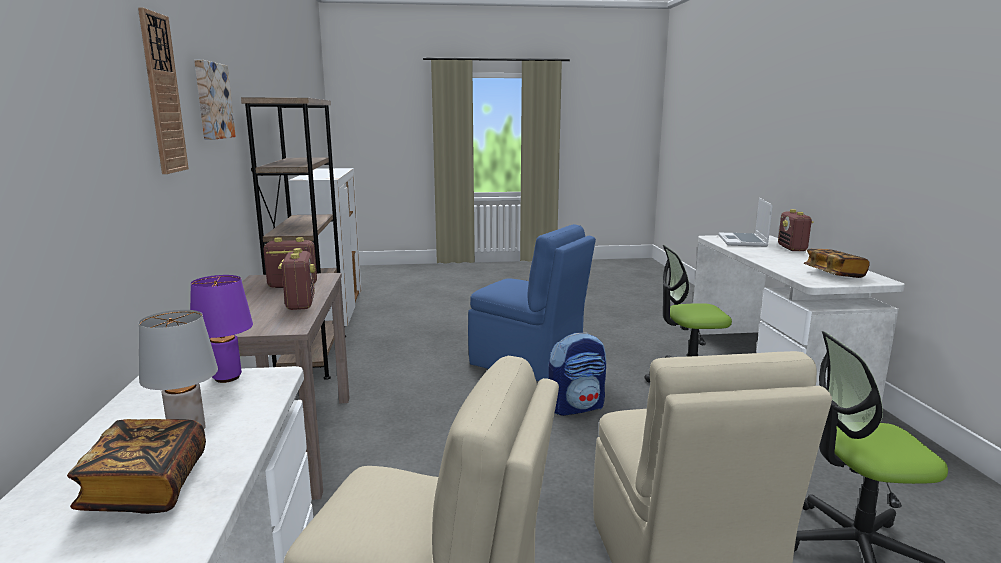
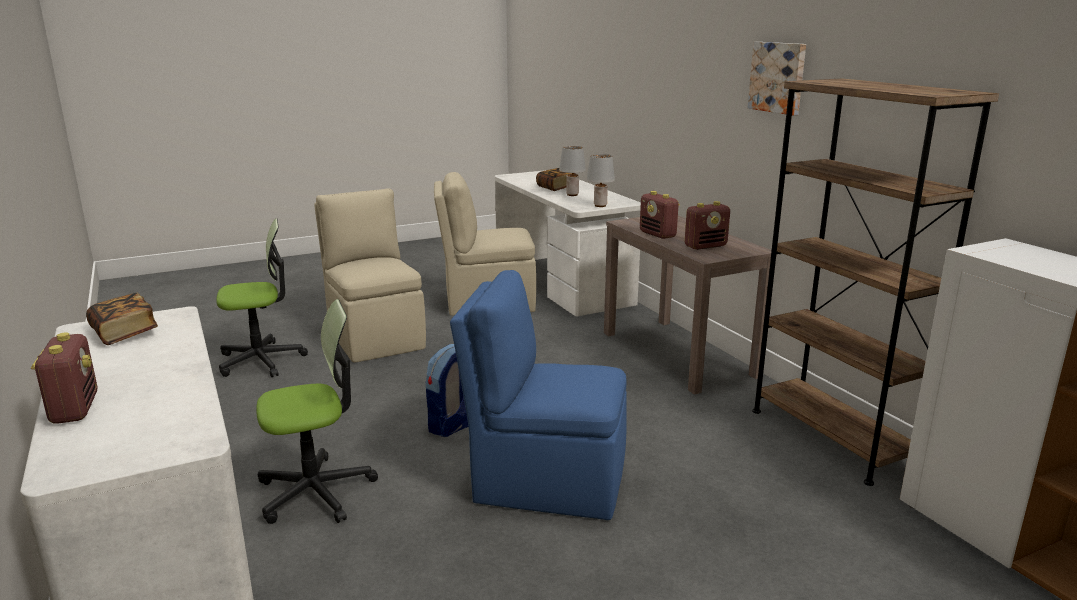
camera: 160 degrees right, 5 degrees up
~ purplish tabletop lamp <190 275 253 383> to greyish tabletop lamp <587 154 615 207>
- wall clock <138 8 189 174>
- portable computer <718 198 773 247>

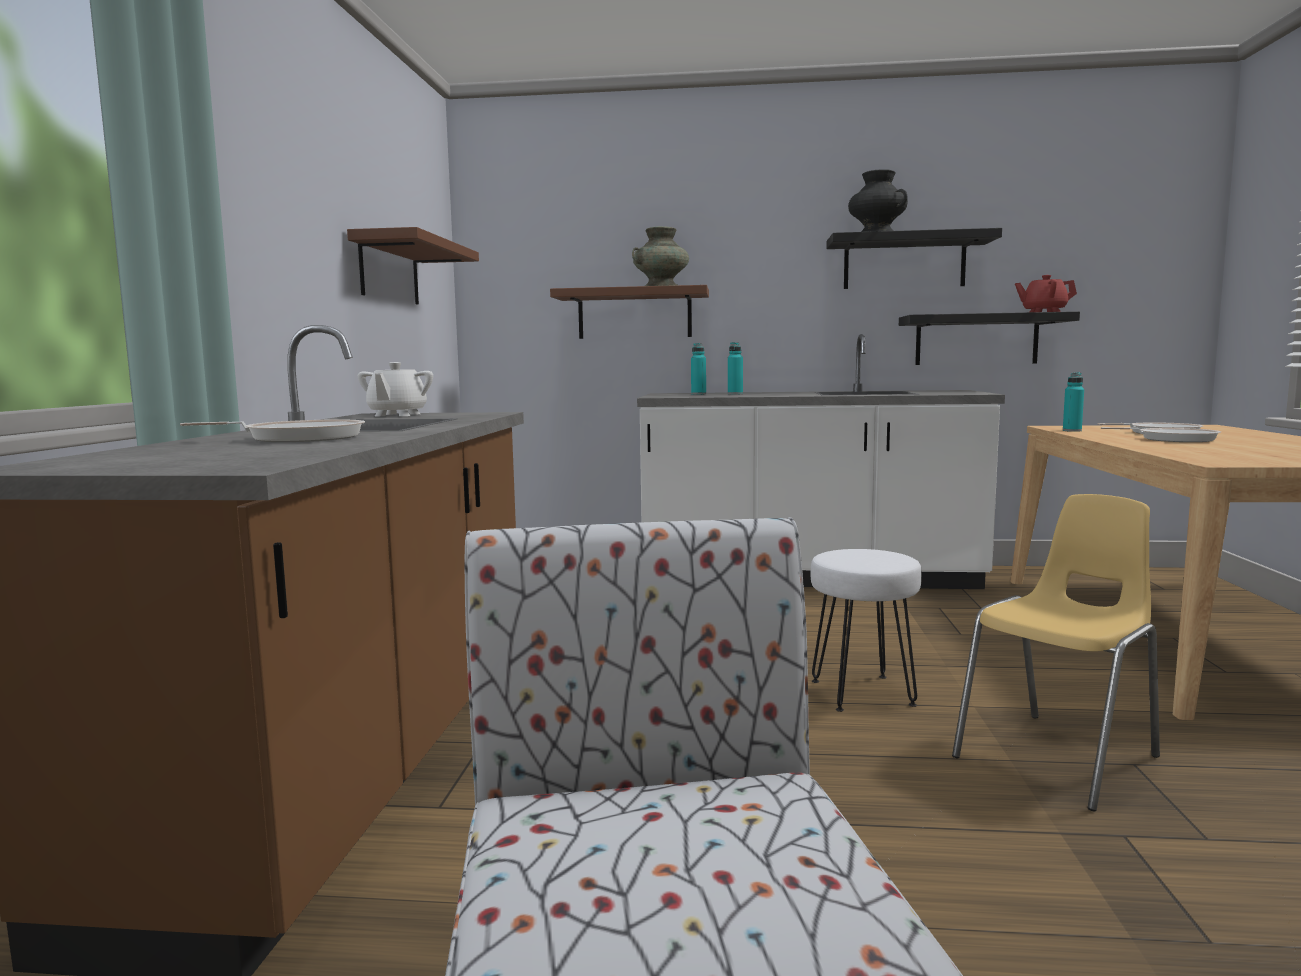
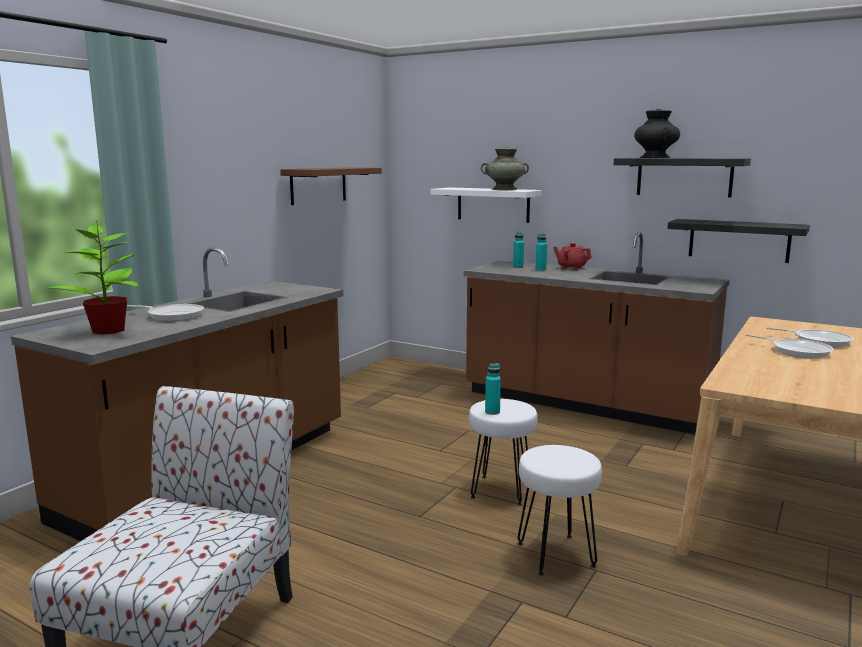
camera: 25 degrees right, 5 degrees up
+ potted plant <48 221 139 335>
~ brown wall shelf <550 285 709 339> to white-coloured wall shelf <430 187 542 223>
~ white-coloured counter <637 334 1005 589> to brown counter <464 232 730 434>
~ blue-green beverage bottle <1063 372 1084 432> to <485 363 501 415>
~ yellowish upright chair <952 494 1160 812> to white-coloured sitting stool <518 445 602 576>
~ red-coloured pot for tea <1015 275 1077 312> to <553 243 592 270>
- white-coloured pot for tea <358 362 433 416>

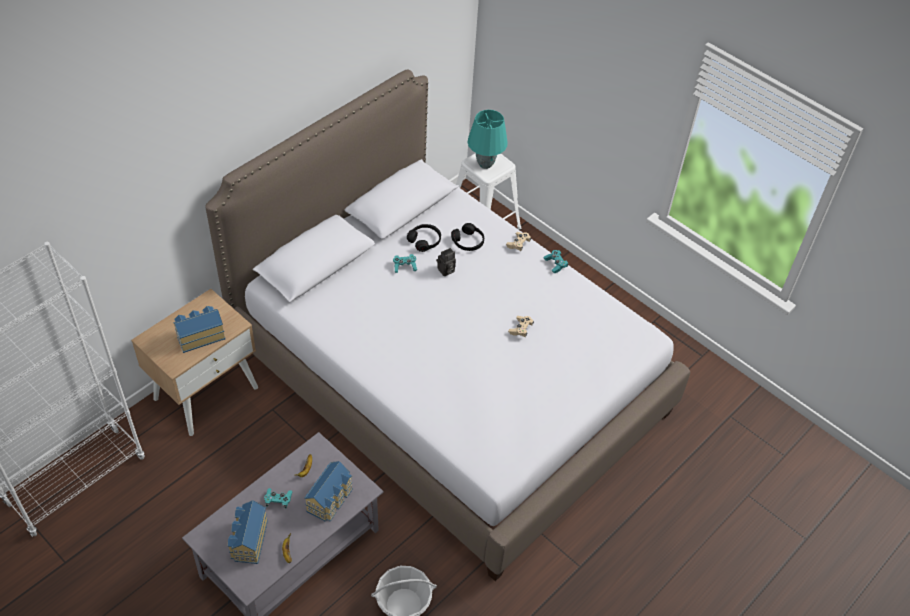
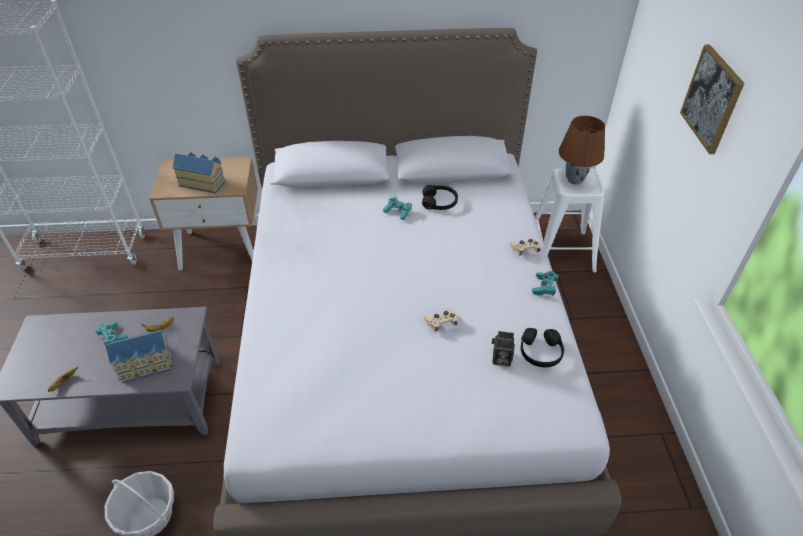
camera: 45 degrees right, 5 degrees down
~ photo camera <436 248 456 276> to <492 331 515 367>
~ blackish headset <451 223 484 251> to <521 328 564 367>
~ blue-green tabletop lamp <468 110 508 169> to brown tabletop lamp <559 116 605 185>
+ picture <680 44 745 154>
- model house <227 500 268 564>

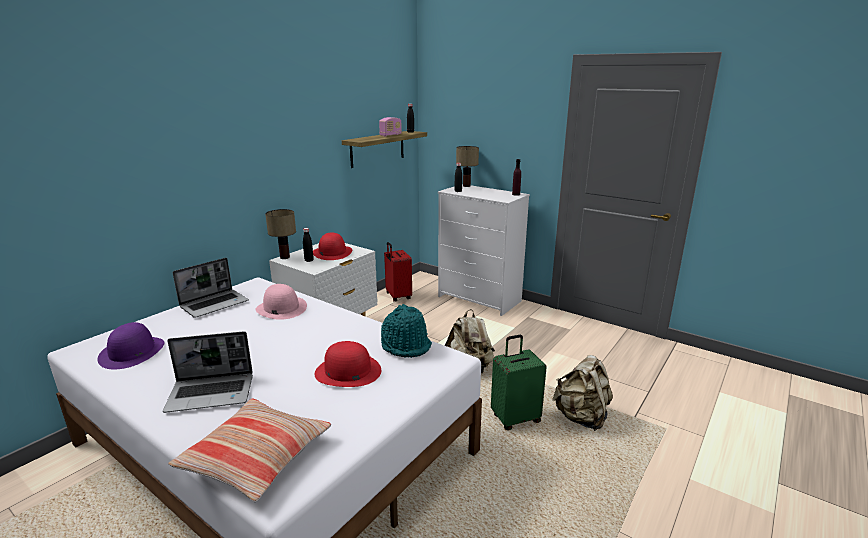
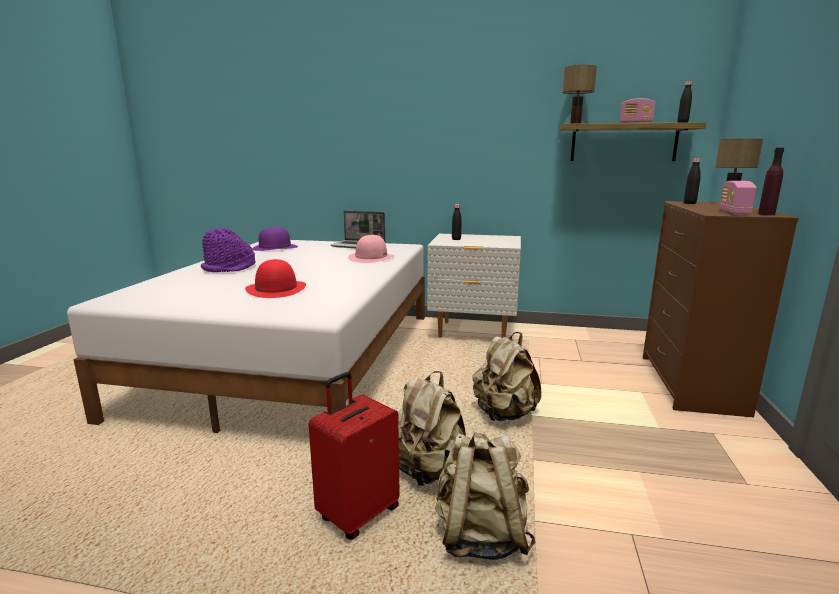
camera: 65 degrees right, 5 degrees down
~ portable computer <163 331 253 413> to purplish clothing hat <201 228 255 272>
~ red-coloured travel case <384 242 412 302> to <308 372 400 540>
~ green-coloured travel case <491 335 547 430> to beige-coloured rucksack <398 371 466 486>
~ tabletop lamp <265 209 296 259> to <563 65 597 124>
~ white-coloured chest of drawers <438 184 530 316> to brown chest of drawers <643 201 799 418>
+ radio <719 181 756 215>
- throw pillow <168 398 331 502>
- red-coloured clothing hat <313 232 352 260>
- blue-green clothing hat <381 304 432 358>

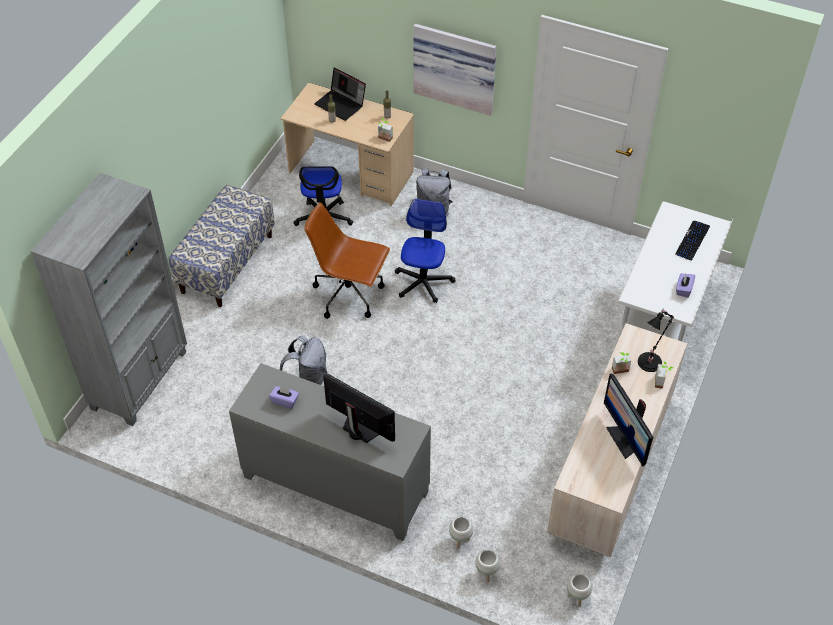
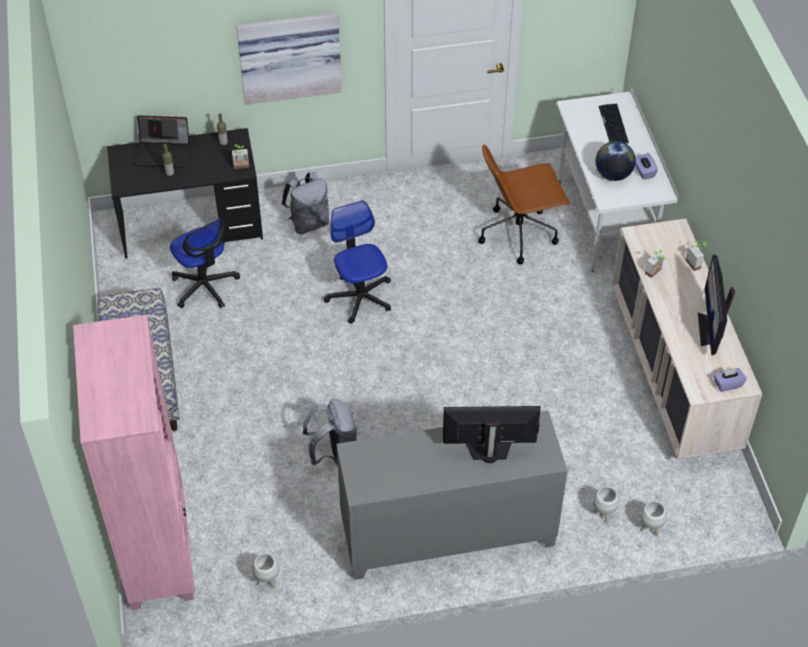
camera: 35 degrees left, 0 degrees up
~ greyish shelving unit <31 173 187 426> to pinkish shelving unit <73 315 195 610>
~ beige-coloured desk unit <281 82 414 206> to blackish desk unit <107 128 263 259>
~ white-coloured plant pot <567 574 592 607> to <252 553 279 588>
~ brown office chair <305 203 390 319> to <478 144 570 264>
+ desk globe <596 141 636 181>
~ computer display <604 374 653 466> = <698 254 735 355> 60 degrees clockwise
~ purplish tissue box <269 386 299 409> to <713 368 747 392>
- blackish tabletop lamp <638 309 674 372>

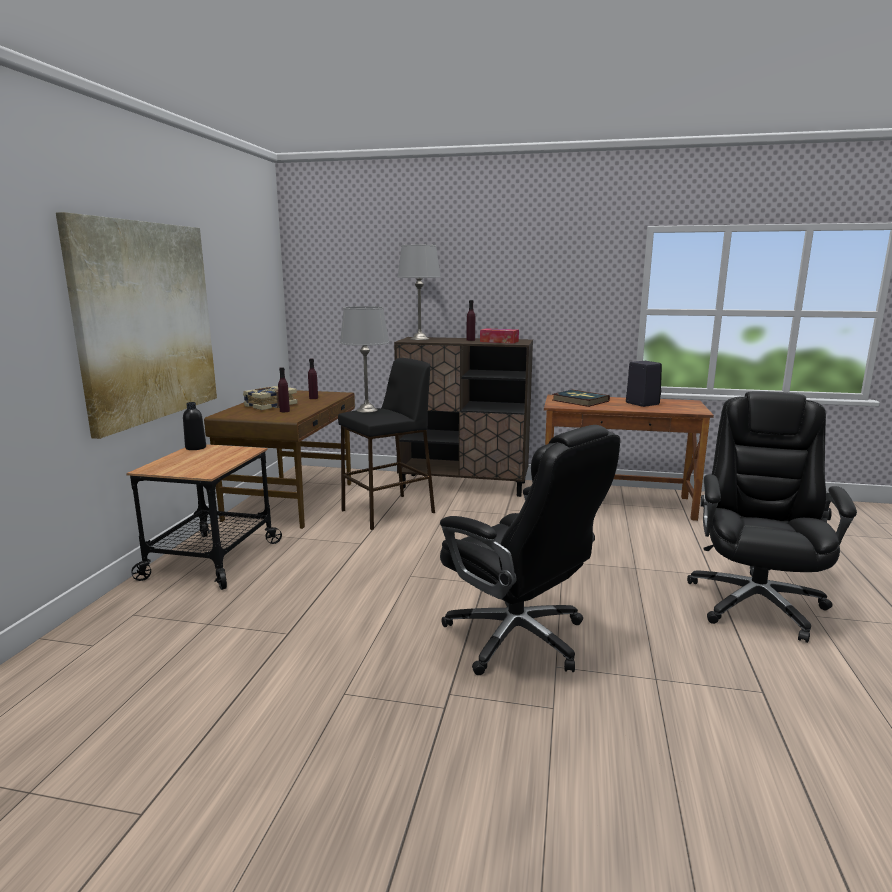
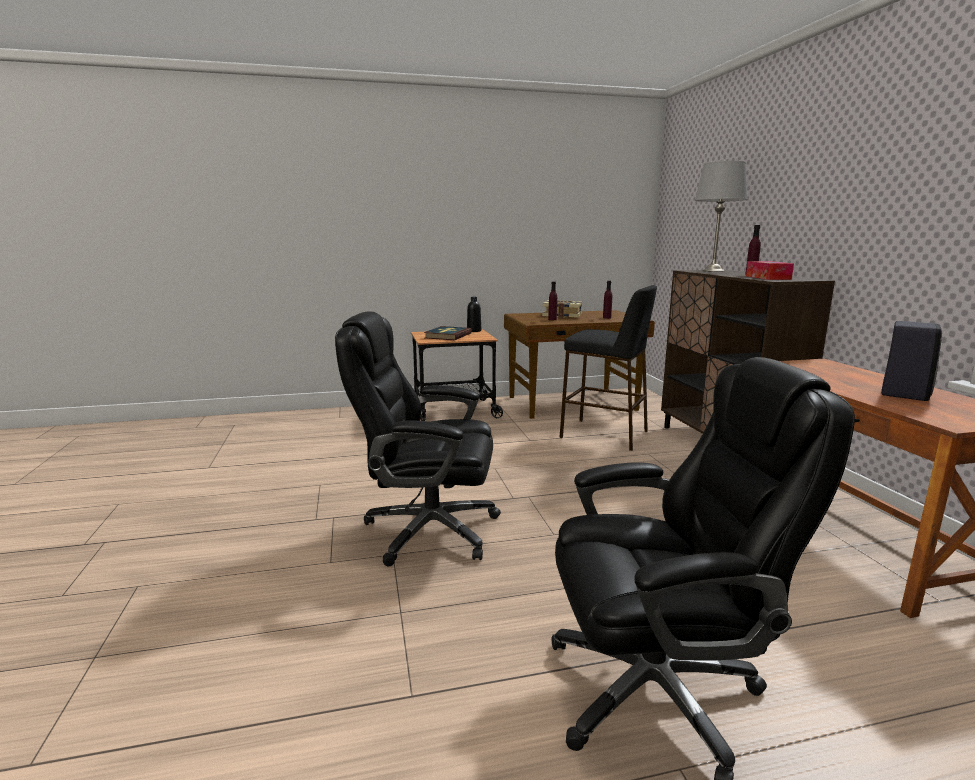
camera: 65 degrees right, 0 degrees up
~ blackish office chair <440 425 620 675> = <335 311 501 566> 75 degrees clockwise
~ bound book <552 390 610 407> to <424 326 472 340>
- picture <56 212 217 439>
- greyish tabletop lamp <340 306 389 413>

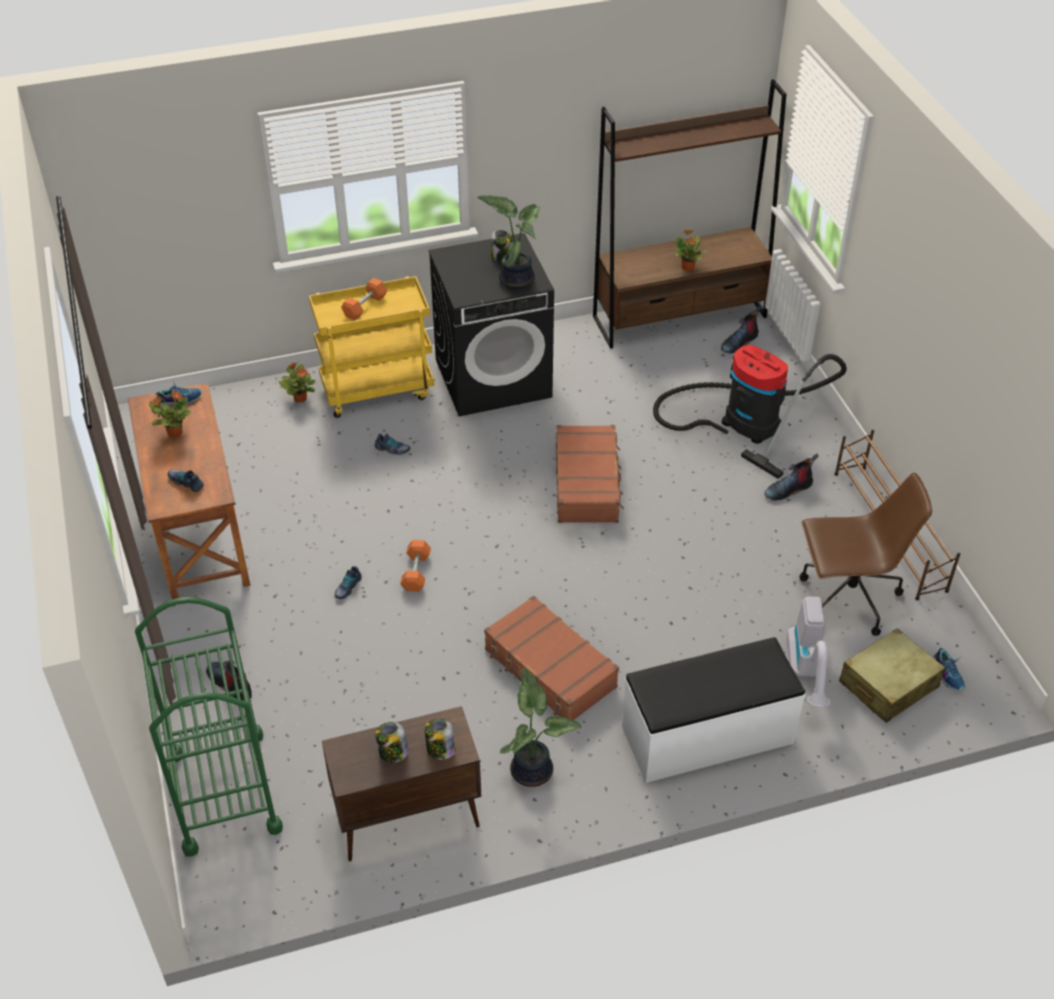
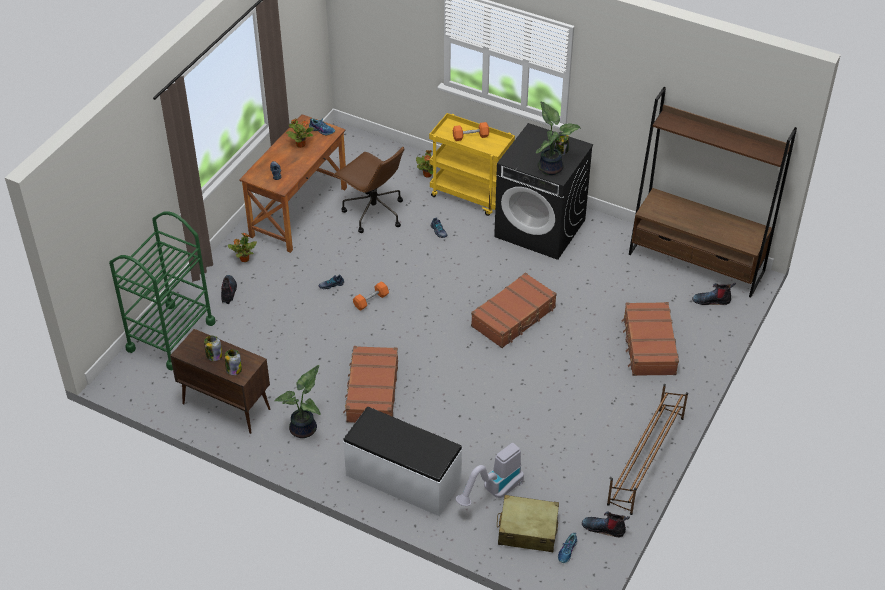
camera: 45 degrees right, 0 degrees up
~ potted plant <674 229 708 271> to <228 233 257 262>
~ brown office chair <799 472 932 636> to <333 147 405 233>
~ high-top boot <765 454 819 500> to <582 512 630 537>
~ vacuum cleaner <653 345 847 479> to brown travel case <621 302 679 376>

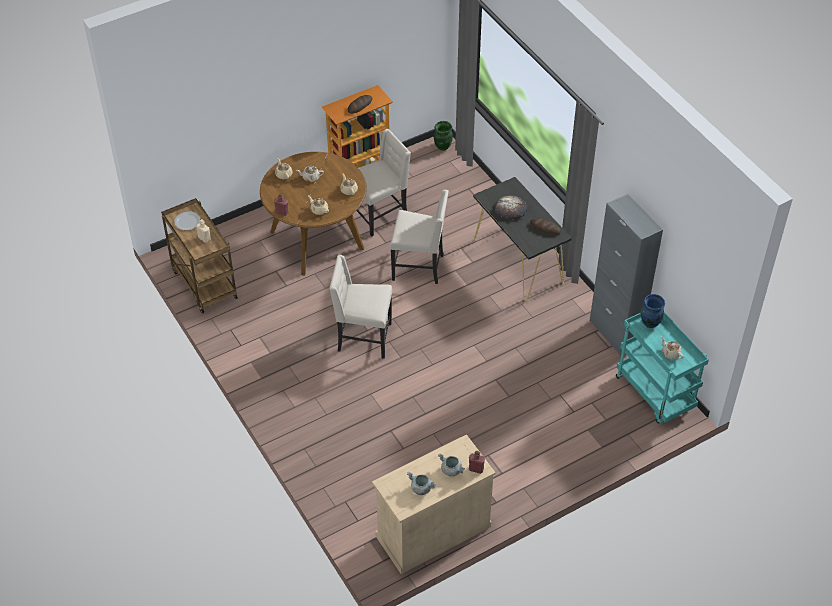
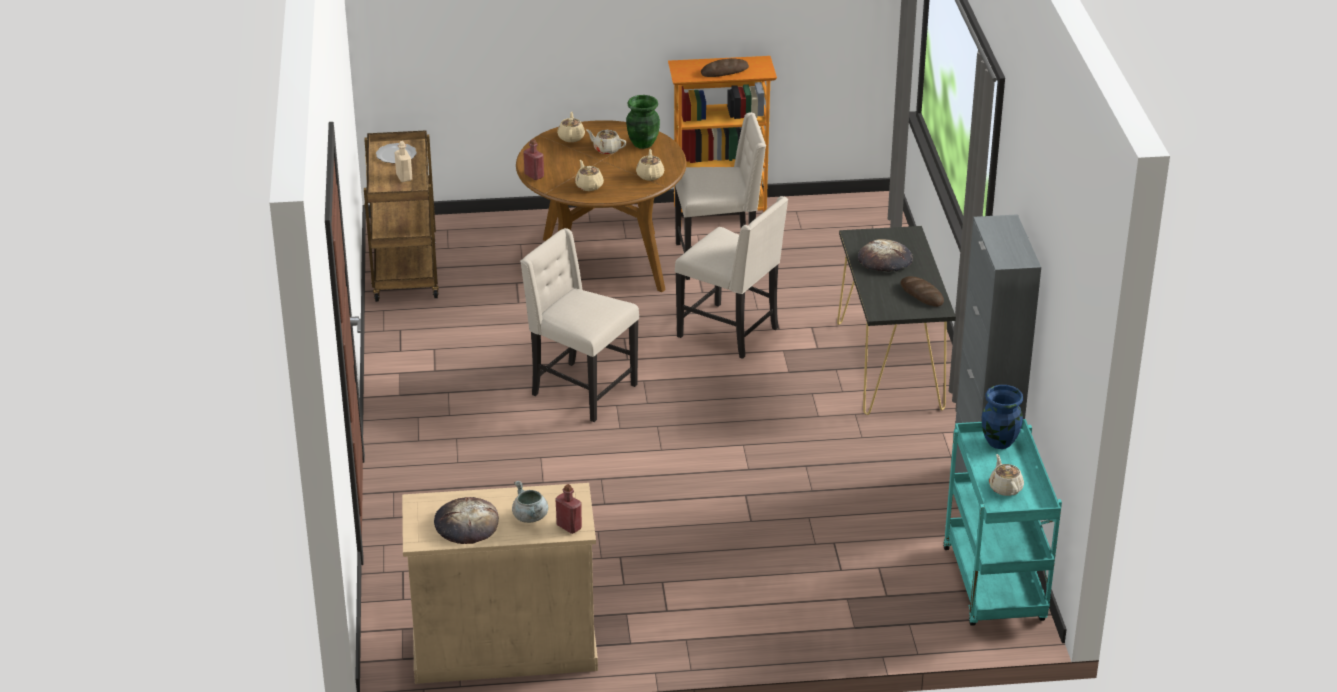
camera: 25 degrees right, 15 degrees down
~ greyish saucepot <407 472 436 495> to baked bread <434 497 499 544>
~ green-coloured vase <434 121 453 151> to <626 95 660 149>

